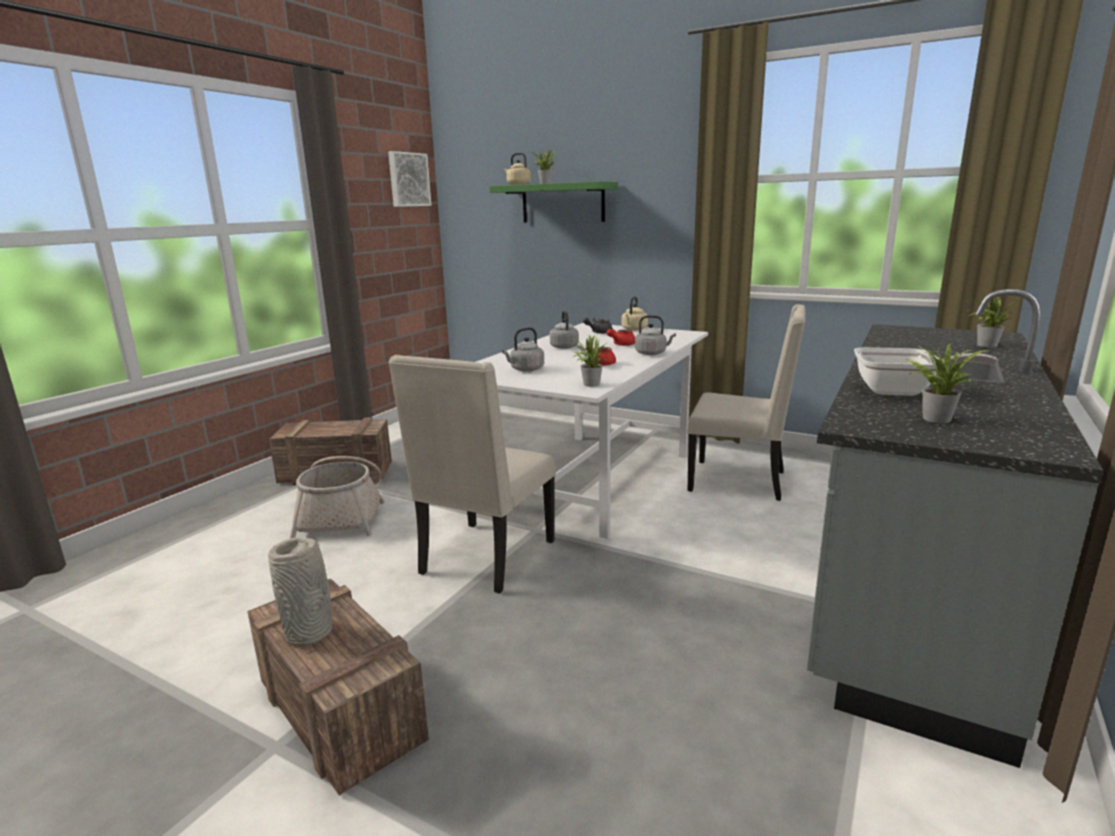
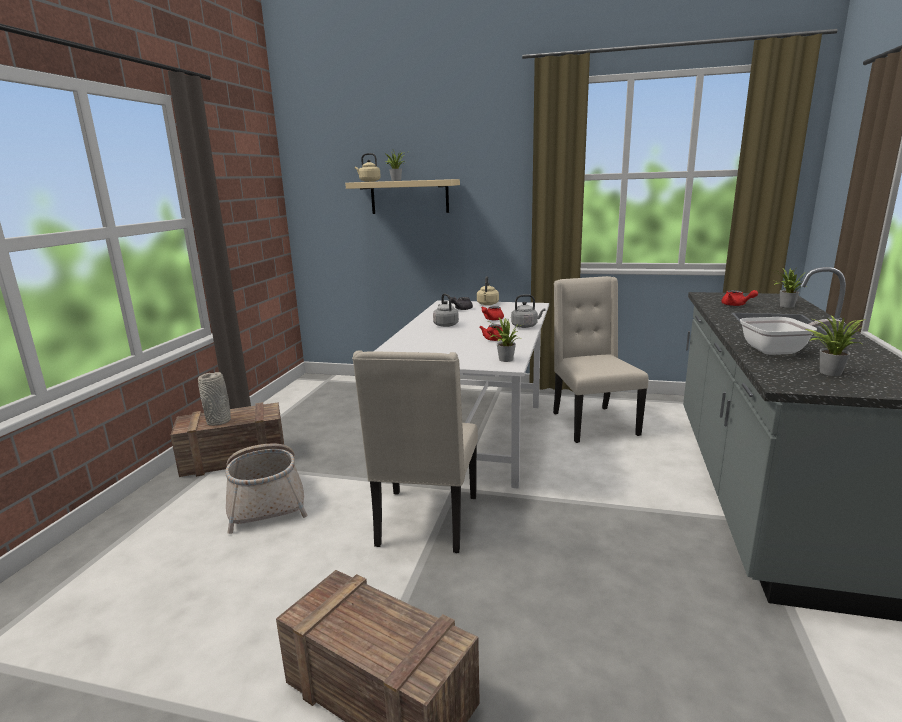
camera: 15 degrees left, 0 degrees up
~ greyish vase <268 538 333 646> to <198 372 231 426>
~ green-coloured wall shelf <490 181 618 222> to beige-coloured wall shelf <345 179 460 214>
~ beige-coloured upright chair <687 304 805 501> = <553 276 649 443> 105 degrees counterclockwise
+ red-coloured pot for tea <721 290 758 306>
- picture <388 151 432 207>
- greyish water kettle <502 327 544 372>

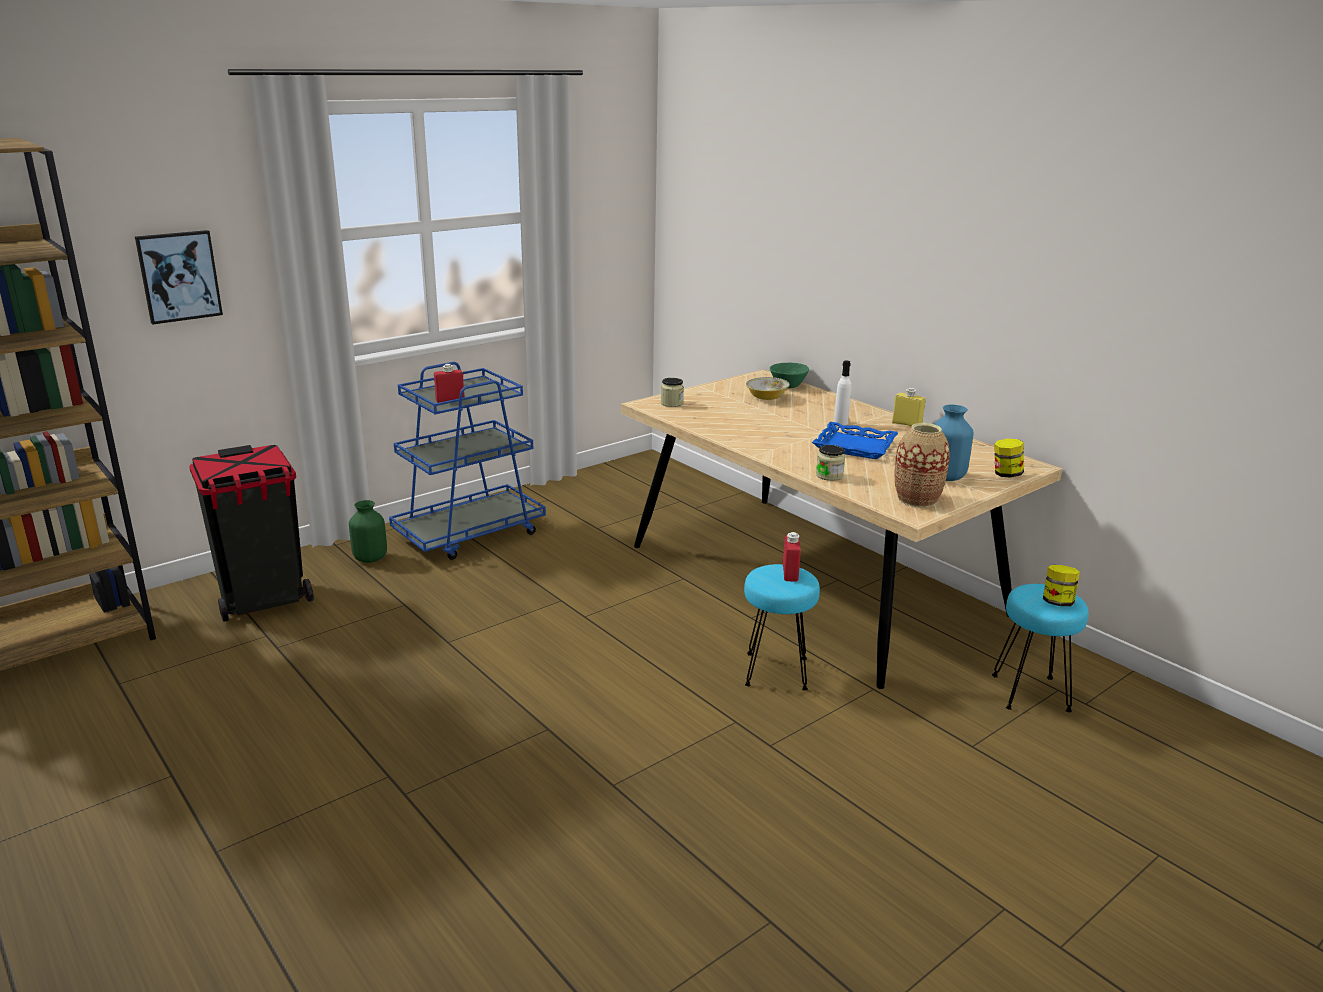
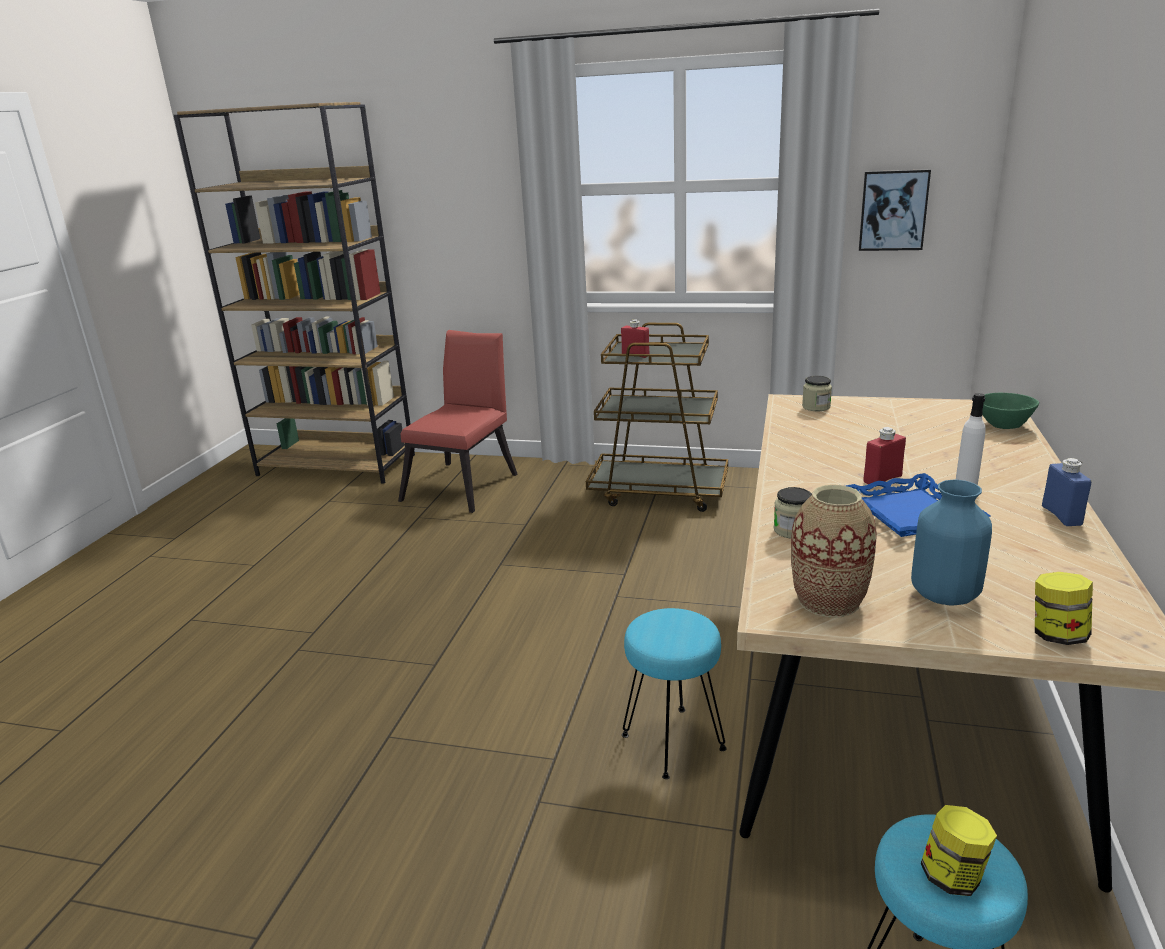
camera: 55 degrees right, 0 degrees up
~ blackish waste bin <189 445 314 622> to red-coloured upright chair <398 330 517 513>
~ bluish cart <389 362 546 560> to brown cart <586 323 728 512>
~ picture <135 230 223 324> to <859 169 931 251>
~ red-coloured beverage bottle <783 532 801 582> to <863 427 906 484>
~ yellowish beverage bottle <892 388 926 426> to bluish beverage bottle <1042 458 1092 526>
- green-coloured vase <349 500 387 563>
- deep dish <746 377 790 400>

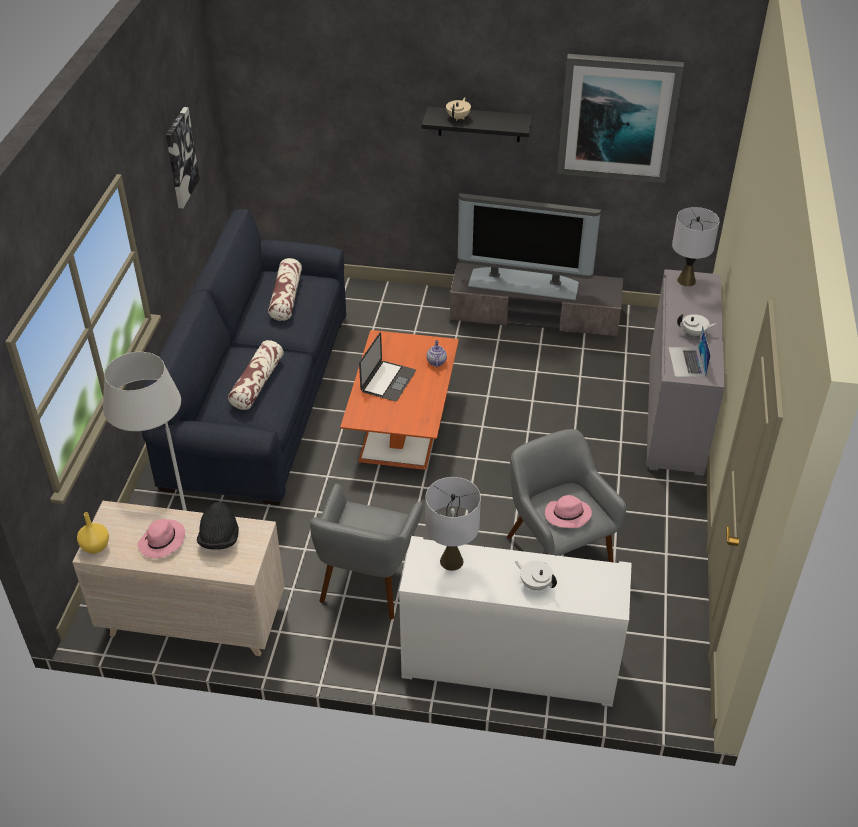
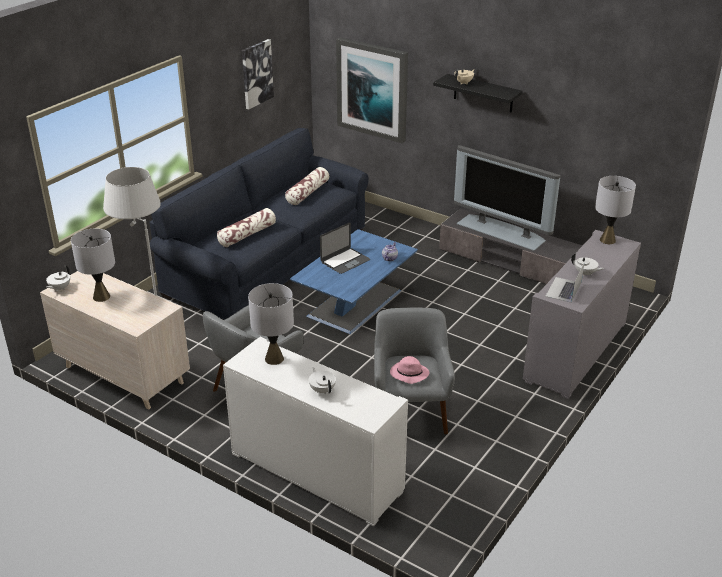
camera: 25 degrees right, 10 degrees down
~ yellowish vase <77 512 109 554> to white-coloured pot for tea <46 266 70 292>
~ pinkish clothing hat <137 519 185 558> to greyish tabletop lamp <71 229 115 302>
~ orangey lounge table <340 330 459 470> to bluish lounge table <290 229 418 334>
~ picture <557 54 684 183> to <336 37 408 143>
- blackish clothing hat <197 501 239 549>

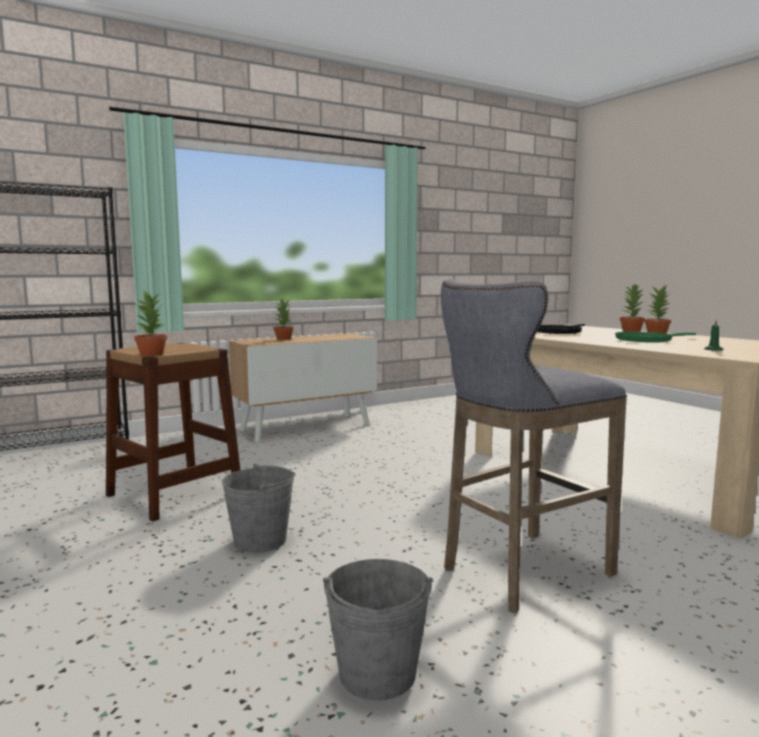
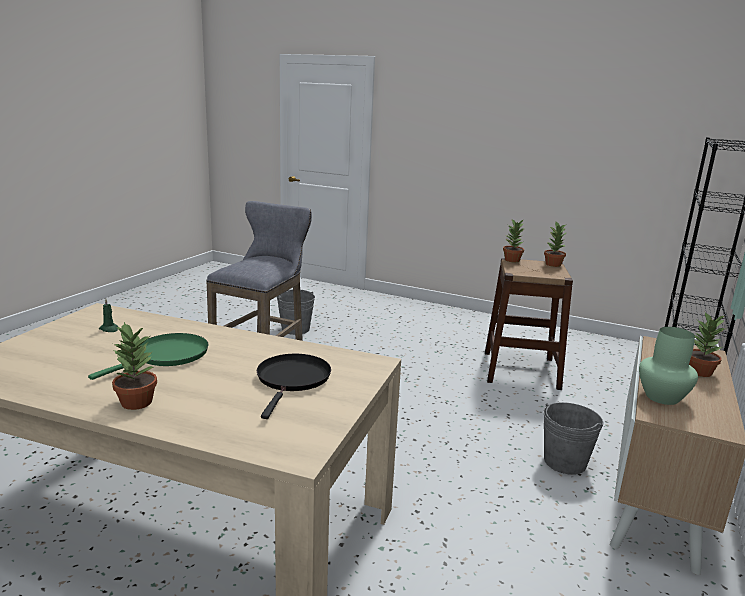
camera: 145 degrees right, 10 degrees up
~ greyish water bucket <222 464 296 553> to <543 402 604 475>
~ potted plant <620 284 645 332> to <544 222 566 267>
+ green-coloured vase <639 327 698 405>

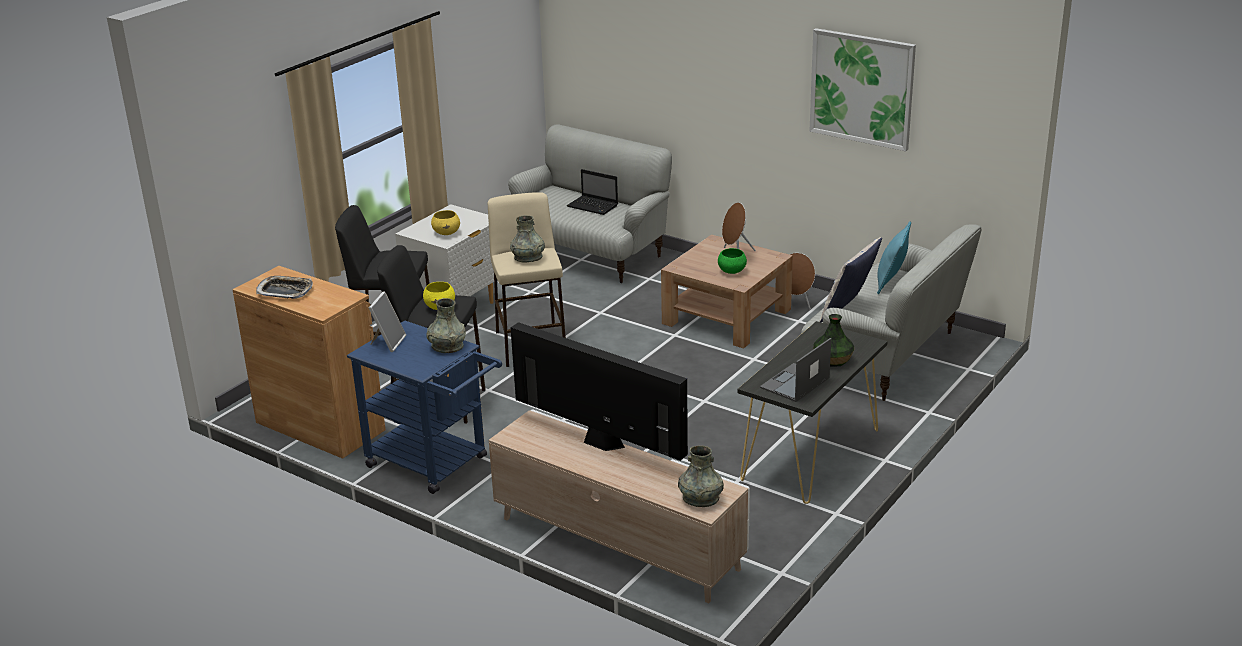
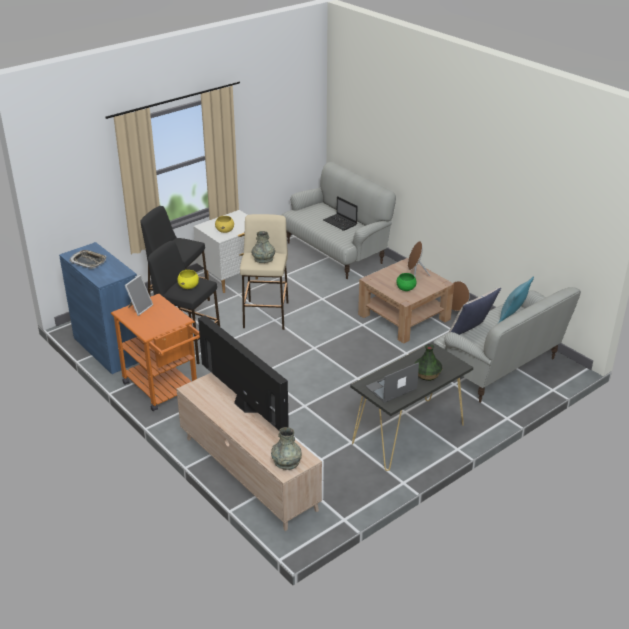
camera: 15 degrees right, 5 degrees up
~ brown storage cabinet <233 266 386 459> to bluish storage cabinet <59 242 145 374>
~ bluish cart <347 320 502 494> to orangey cart <111 294 200 411>
- greyish vase <427 298 466 353>
- picture <810 28 916 151>

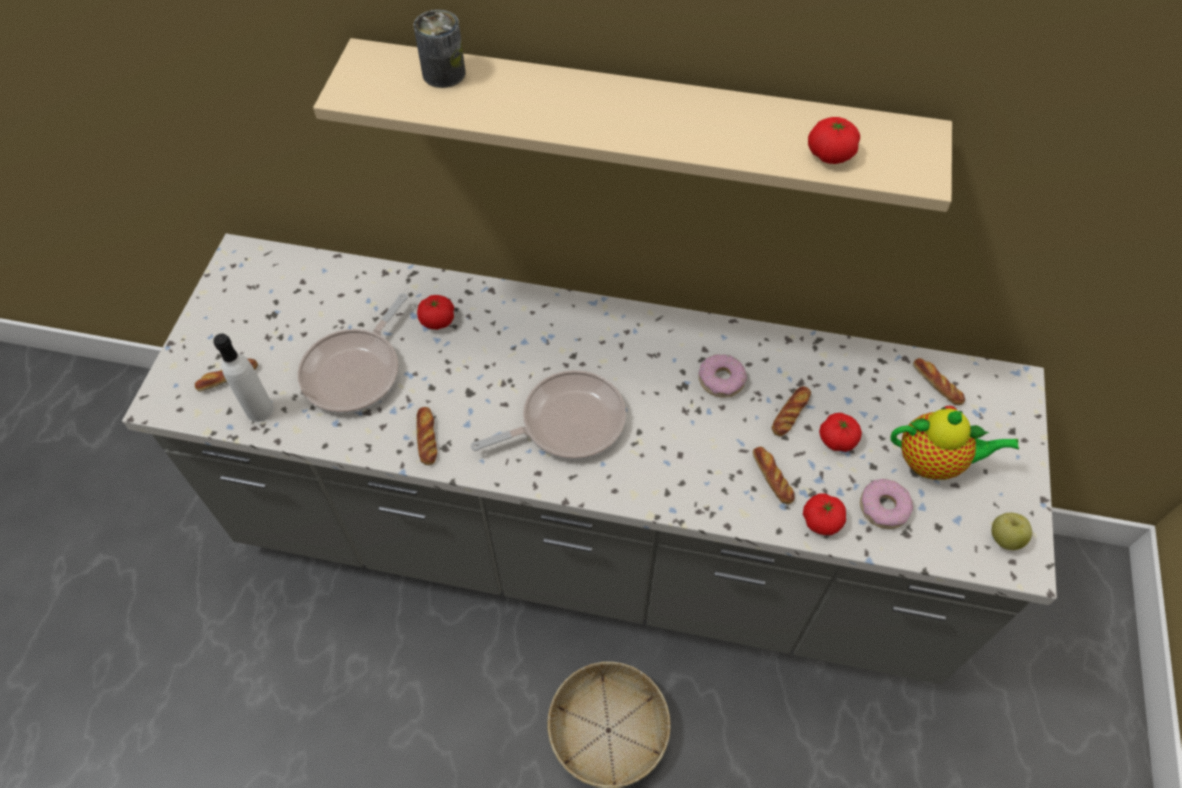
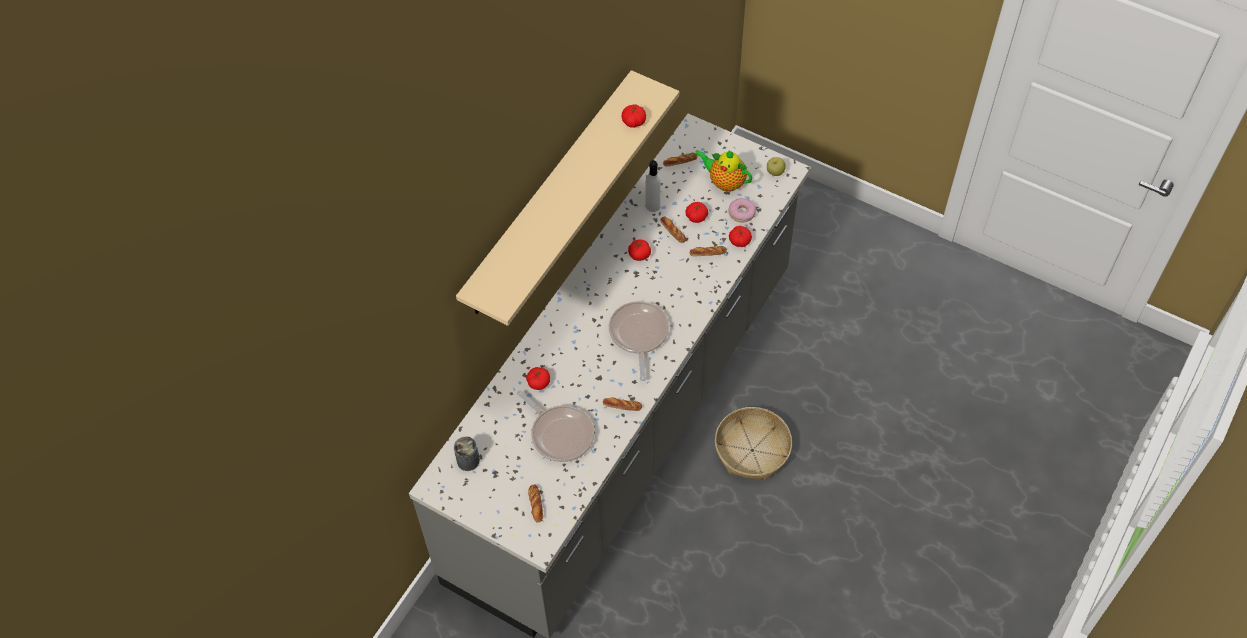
camera: 70 degrees left, 0 degrees up
~ sealed can <414 10 466 88> to <454 437 480 471>
~ ring doughnut <699 354 747 398> to fresh tomato <628 240 651 261>
~ white-coloured beverage bottle <214 333 274 422> to <645 160 661 212>
~ pot for tea <890 406 1019 480> = <695 150 752 192> 90 degrees counterclockwise

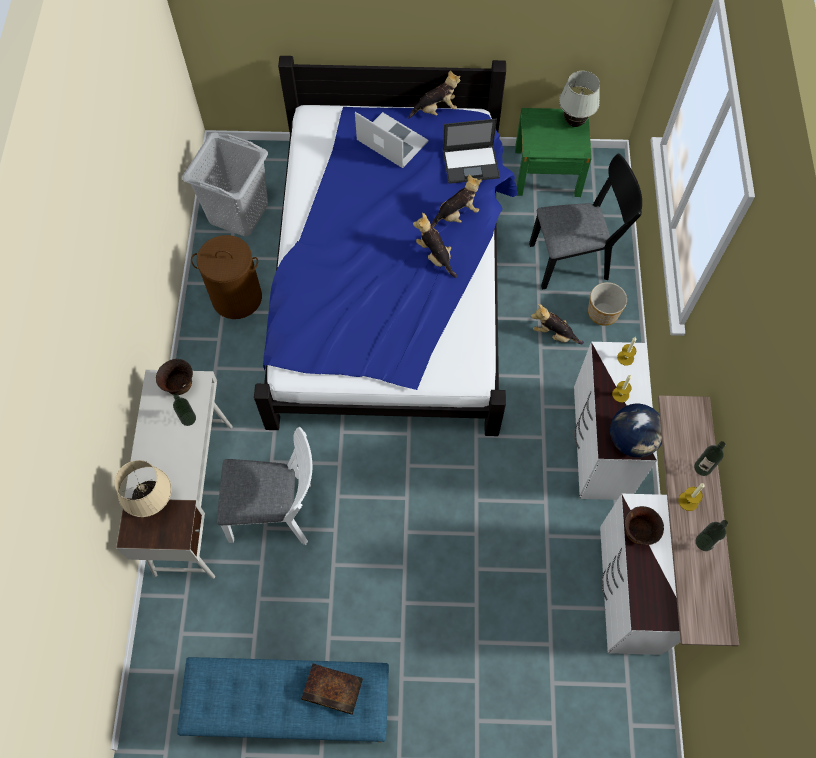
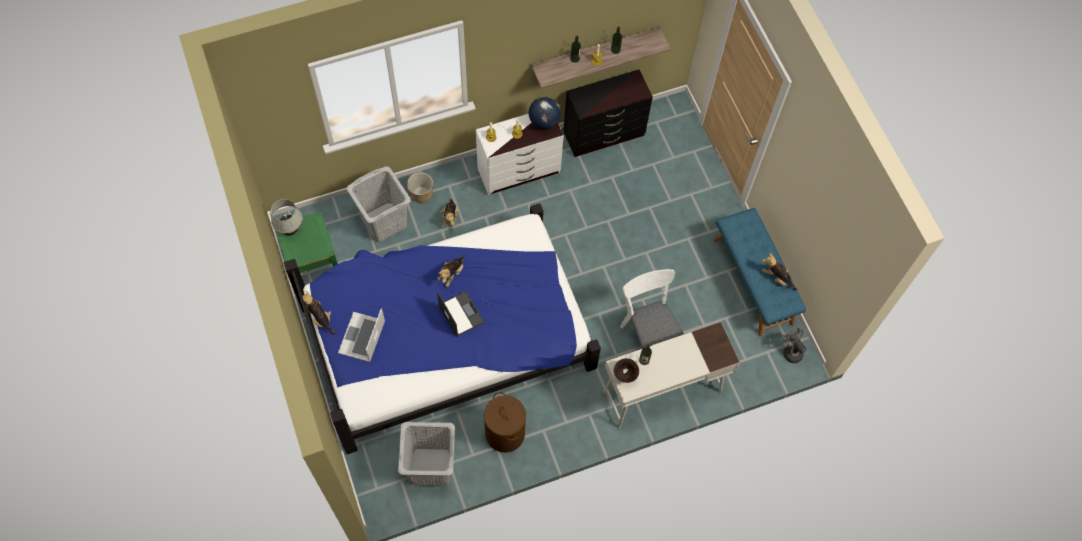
camera: 115 degrees left, 0 degrees up
~ blackish upright chair <529 154 642 290> to greyish hamper <347 166 411 242>
~ portable computer <443 119 500 184> to <437 291 485 337>
~ white-coloured chest of drawers <600 494 681 655> to blackish chest of drawers <563 69 653 157>
~ soft toy <431 174 482 228> to <762 253 797 290>
+ greyish cooling fan <782 328 806 363>
- beige-coloured tabletop lamp <115 460 172 517>
- bound book <302 663 363 715>
- brown deep dish <625 506 664 545>

